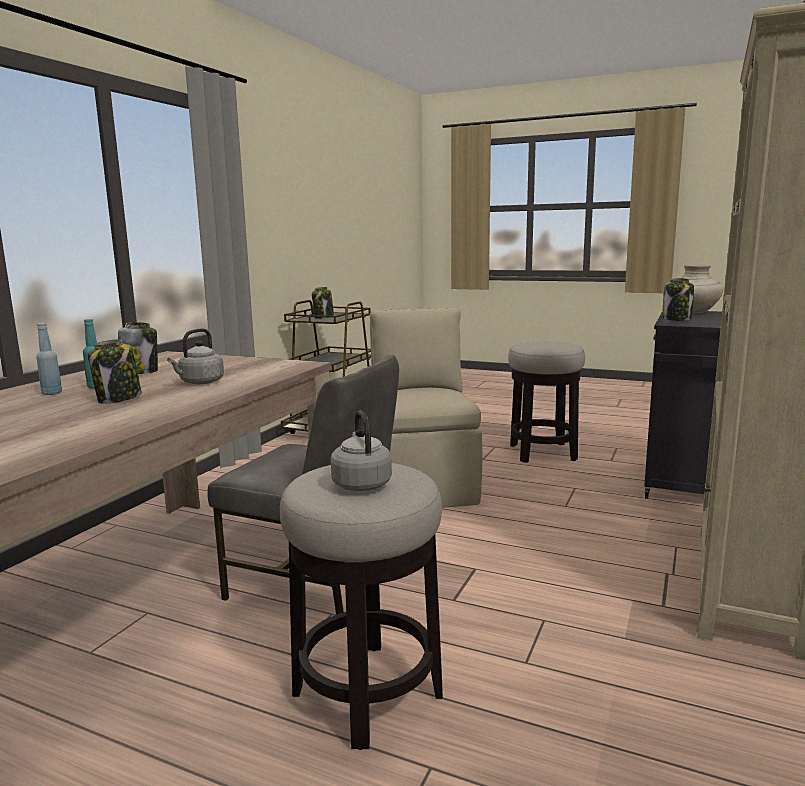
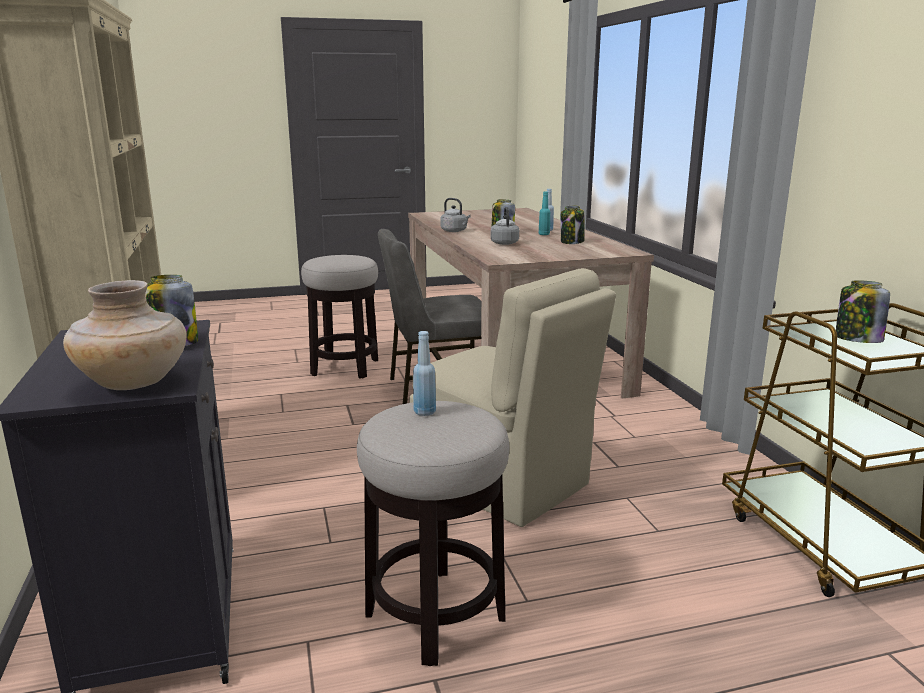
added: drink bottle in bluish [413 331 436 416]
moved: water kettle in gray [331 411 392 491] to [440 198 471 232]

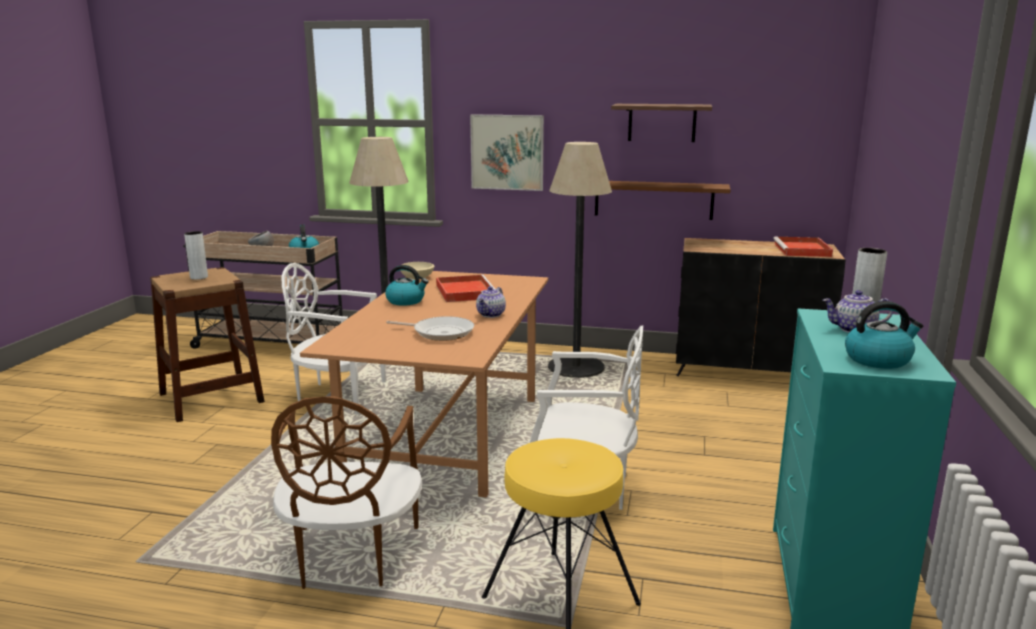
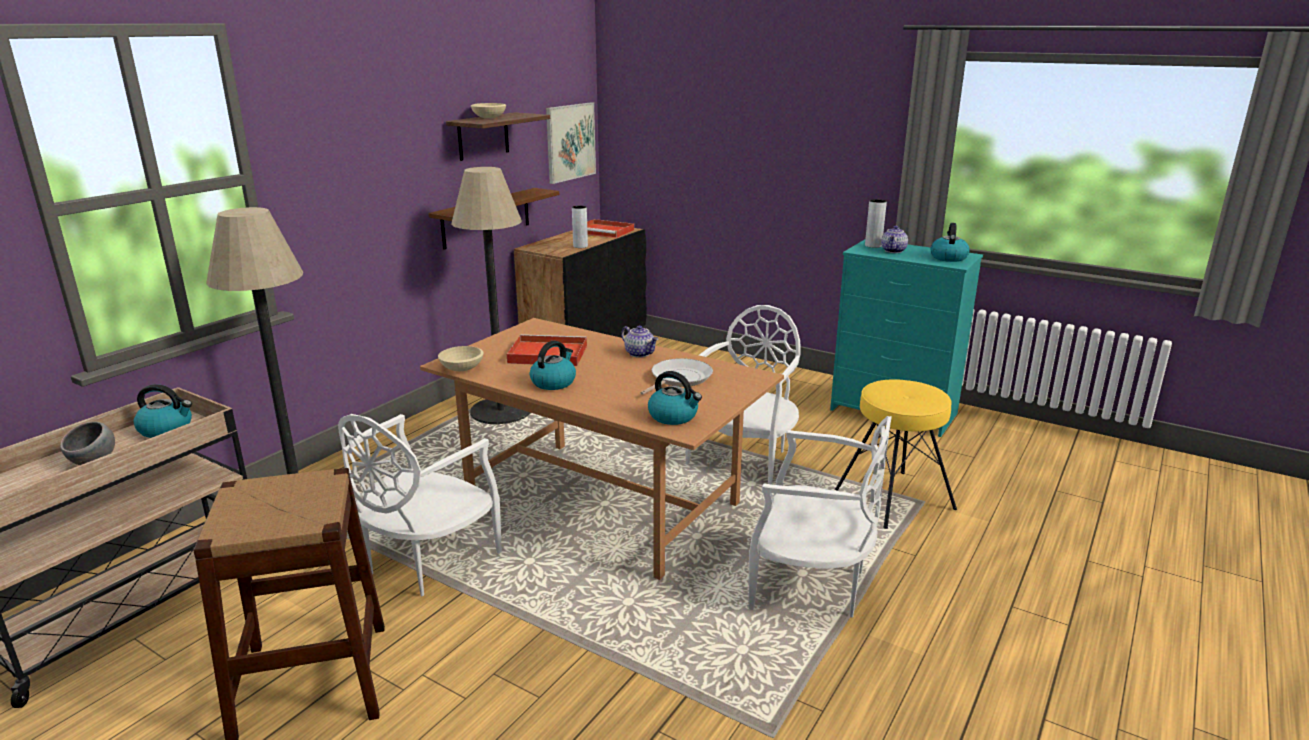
added: serving bowl in beige-coloured [471 103 506 119]; water kettle [648 371 702 425]
moved: decorative vase in gray [184 231 208 280] to [572 206 588 248]; picture [470 114 544 191] to [546 102 596 184]
recoloured: chair in brown-coloured [271 396 422 589] to chair in whitish [748 416 892 618]

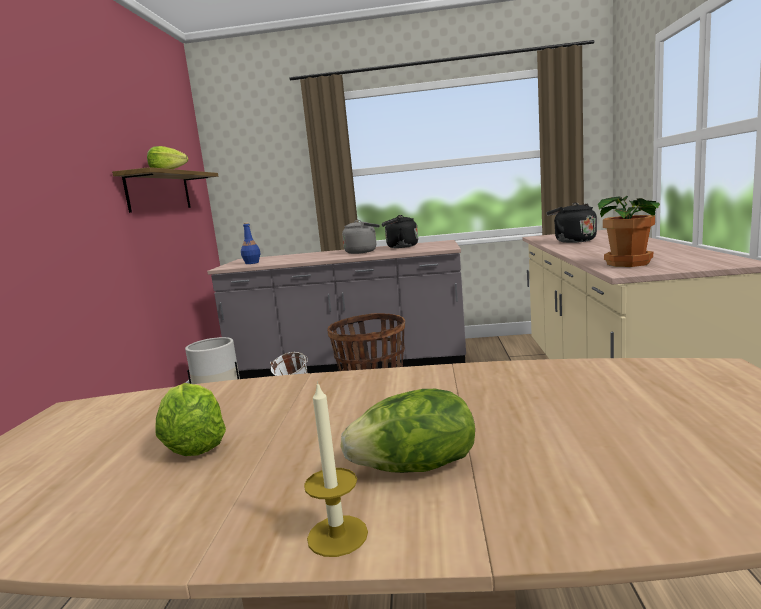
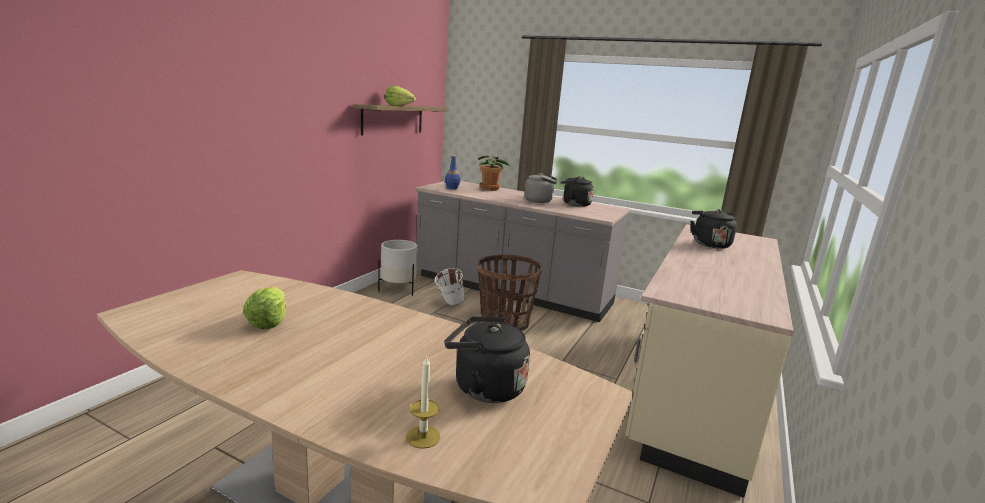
removed: lettuce [340 389 475 473]
added: water kettle in black [444 316 530 403]
moved: wax light [304 381 368 557] to [406 355 441 449]; plant in a pot [598 196 660 267] to [478 156 510 191]

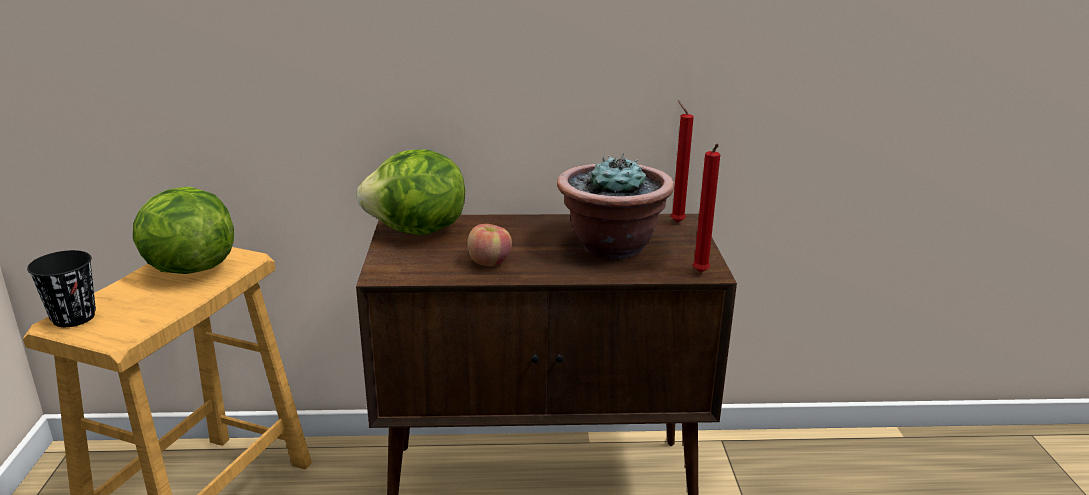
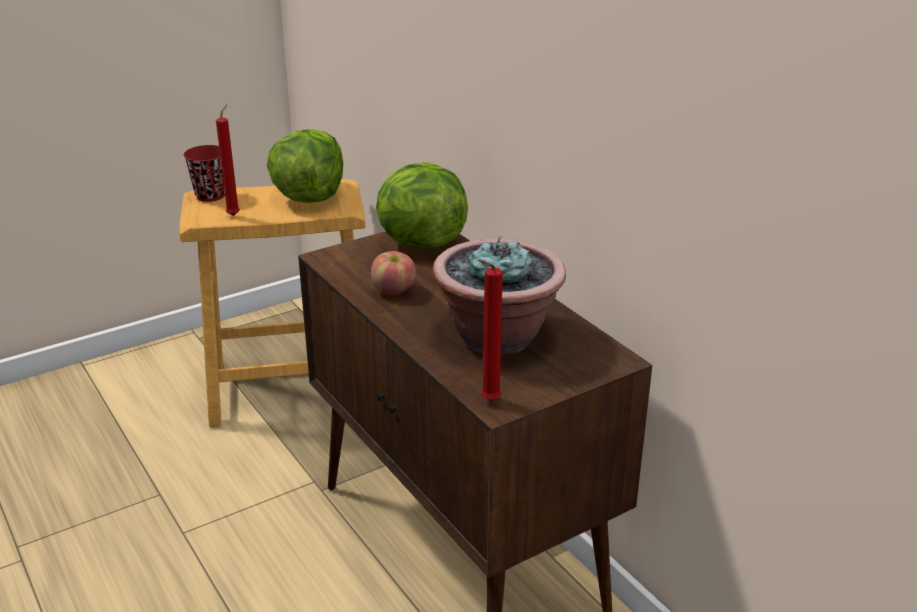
moved: wax light in red-coloured [671 100 694 223] to [216 104 240 216]
recoloured: drinking cup in black [27 250 96 327] to drinking cup in red-coloured [184 145 225 202]

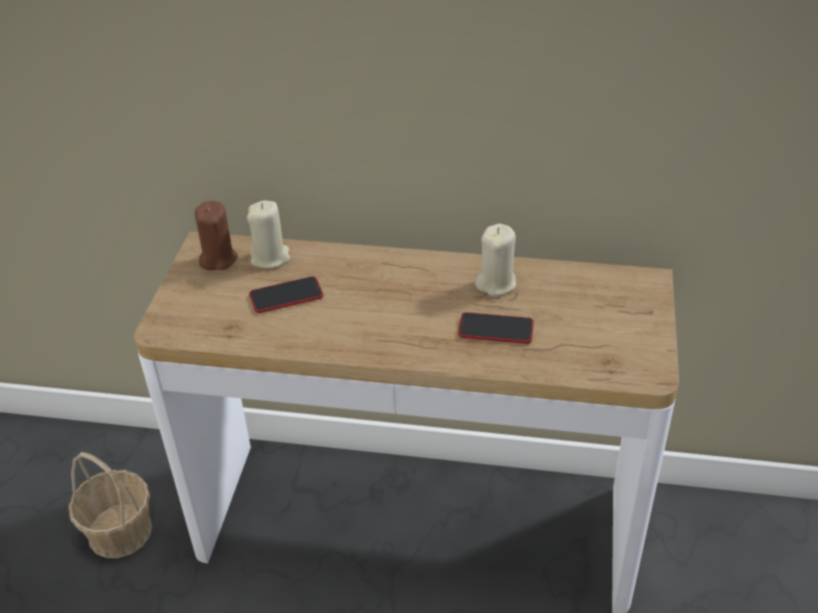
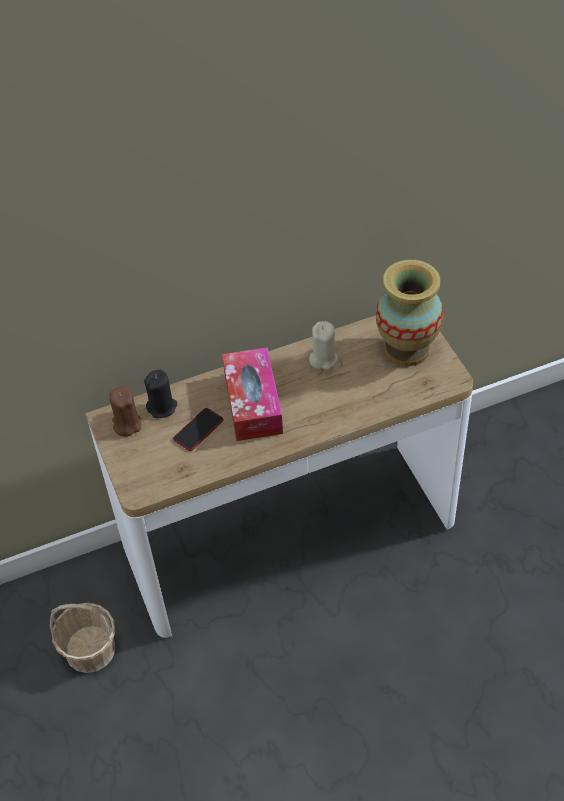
removed: phone [458 312 534 344]
added: tissue box [222 347 283 441]; decorative vase [376 260 443 366]
recoloured: wax light in beige-coloured [247 200 290 269] to wax light in black [144 369 177 418]

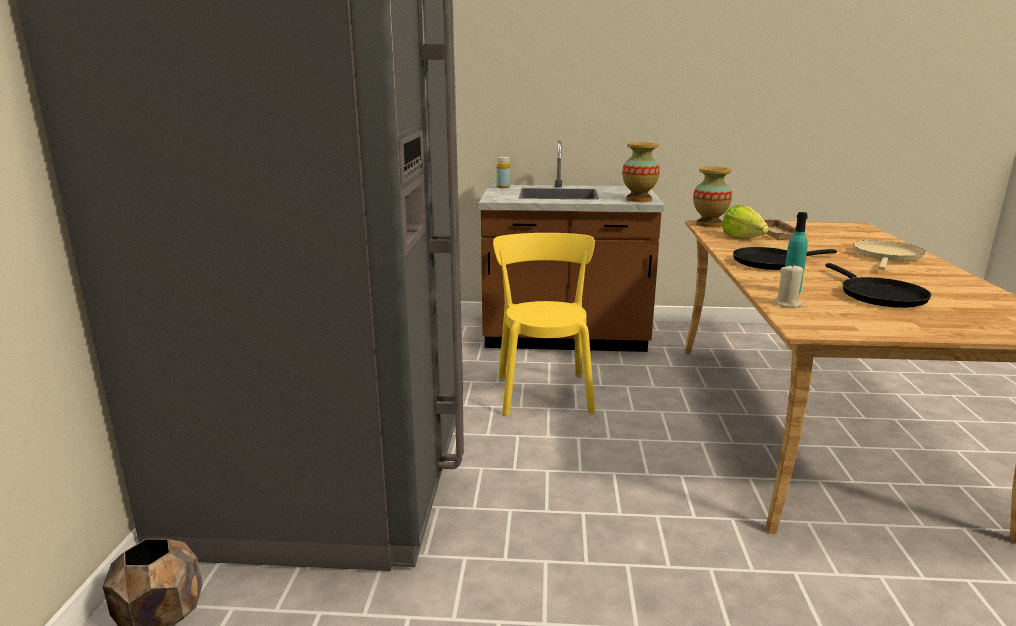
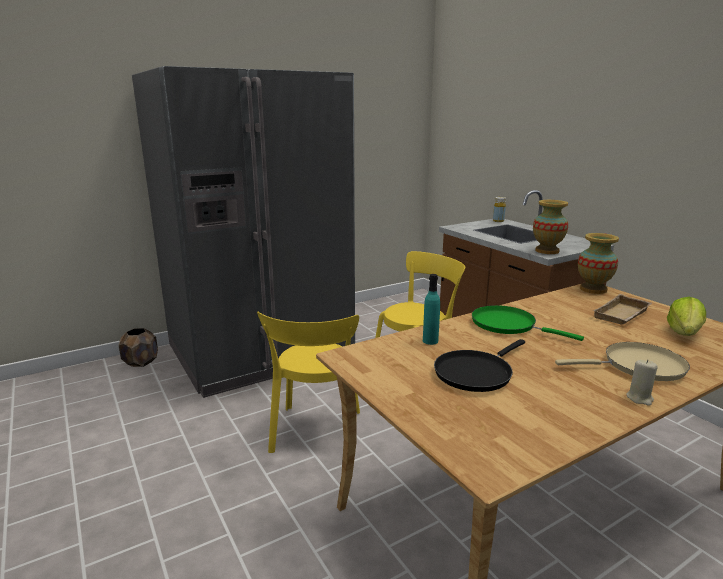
added: chair in yellow [257 311 360 453]
moved: lettuce [722 205 769 238] to [667 297 706 336]; wax light in beige-coloured [774 264 803 308] to [626 359 658 406]
recoloured: skillet in black [733 247 837 270] to skillet in green [472 305 584 341]

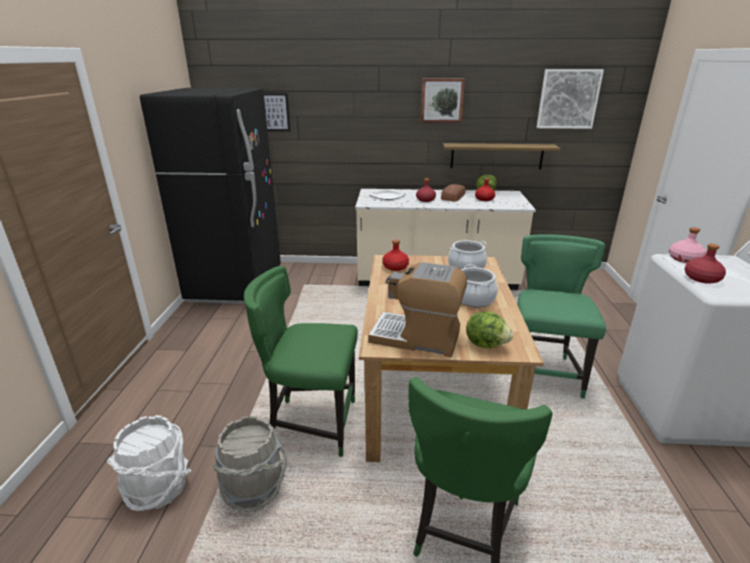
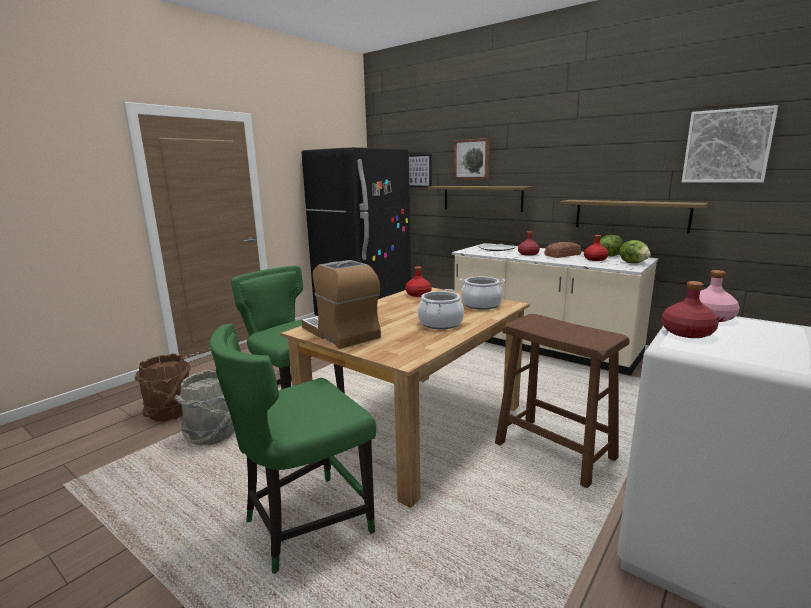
added: shelf [428 186 533 212]
moved: picture [421 78 465 123] to [454 138 490 180]; lettuce [466 311 513 349] to [620 240 651 263]
replaced: chair in green [517 234 606 399] to sitting stool in brown-coloured [495 314 630 488]
recoloured: water bucket in whitish [107 415 191 511] to water bucket in brown-coloured [135 353 191 422]

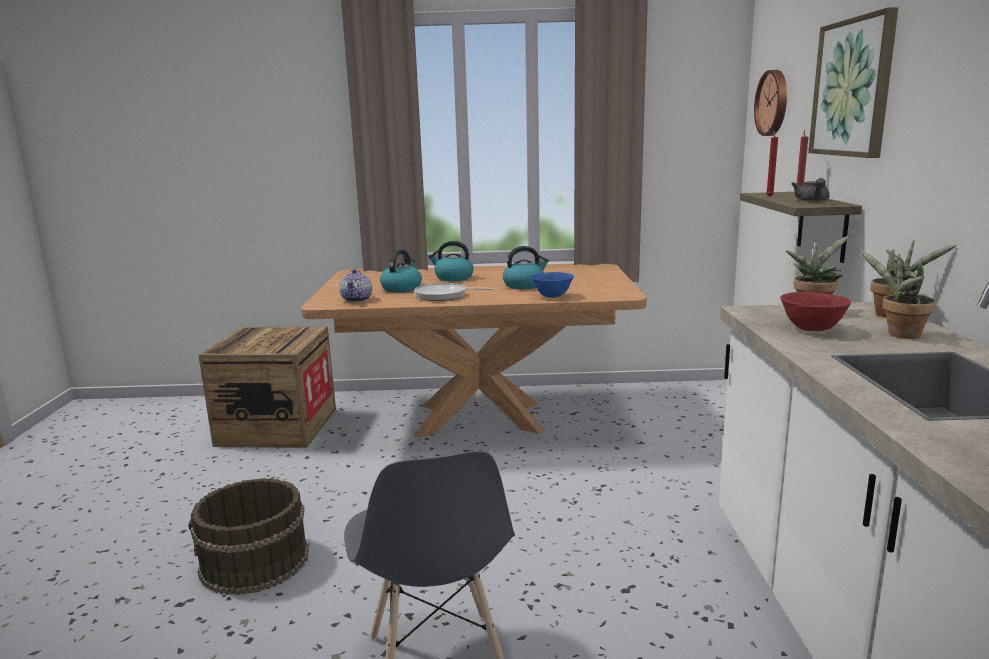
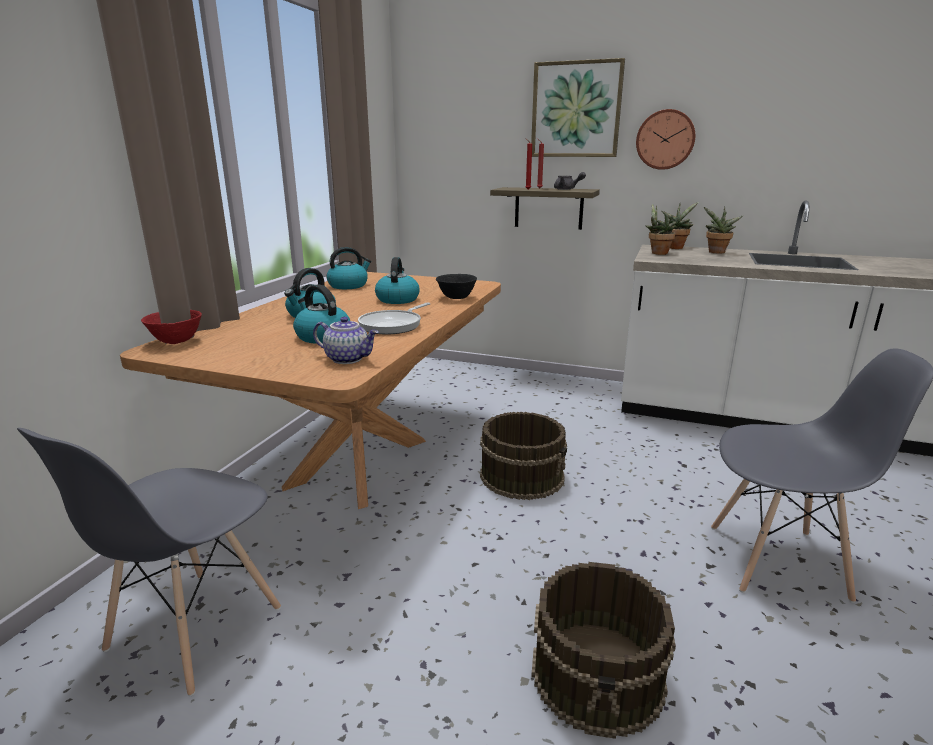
added: water kettle [327 247 371 289]; water bucket in brown-coloured [480 412 567 500]
moved: hanging clock [754 70 787 136] to [636 109 695 170]; serving bowl in red-coloured [780 292 851 331] to [141 310 202 344]
replaced: shipping crate [198 326 336 448] to chair in gray [17 428 281 696]
recoloured: serving bowl in bluish [531 272 574 298] to serving bowl in black [436 274 477 299]

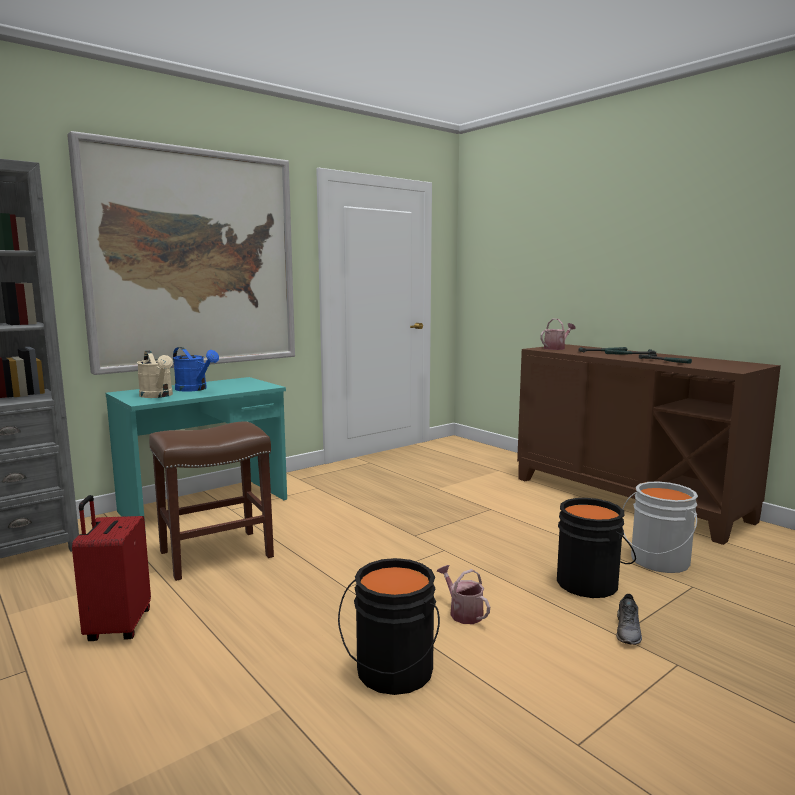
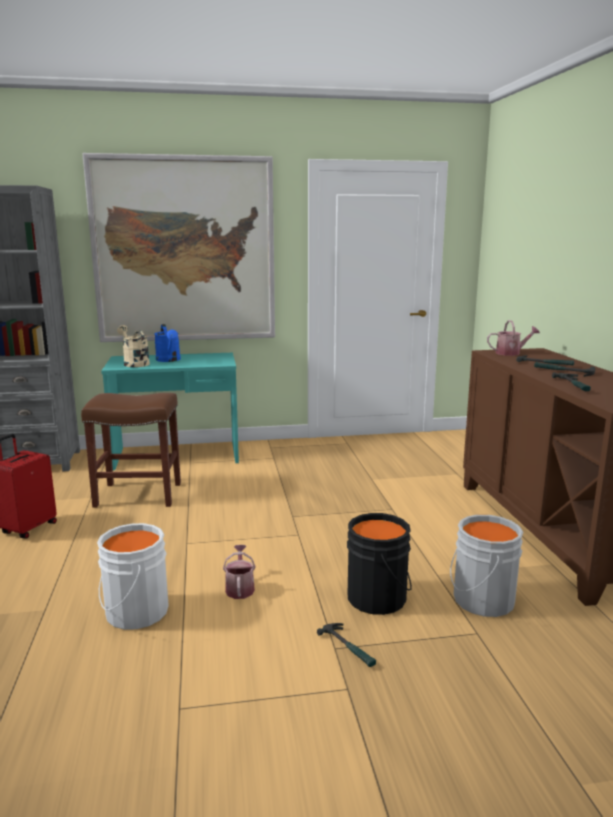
replaced: shoe in gray [616 594 642 645] to hammer [317 623 376 667]
recoloured: water bucket in black [338 558 440 695] to water bucket in whitish [97 523 169 630]
turned: watering pot in beige-coloured [137 351 173 398] = [117 325 150 367] 150 degrees clockwise

